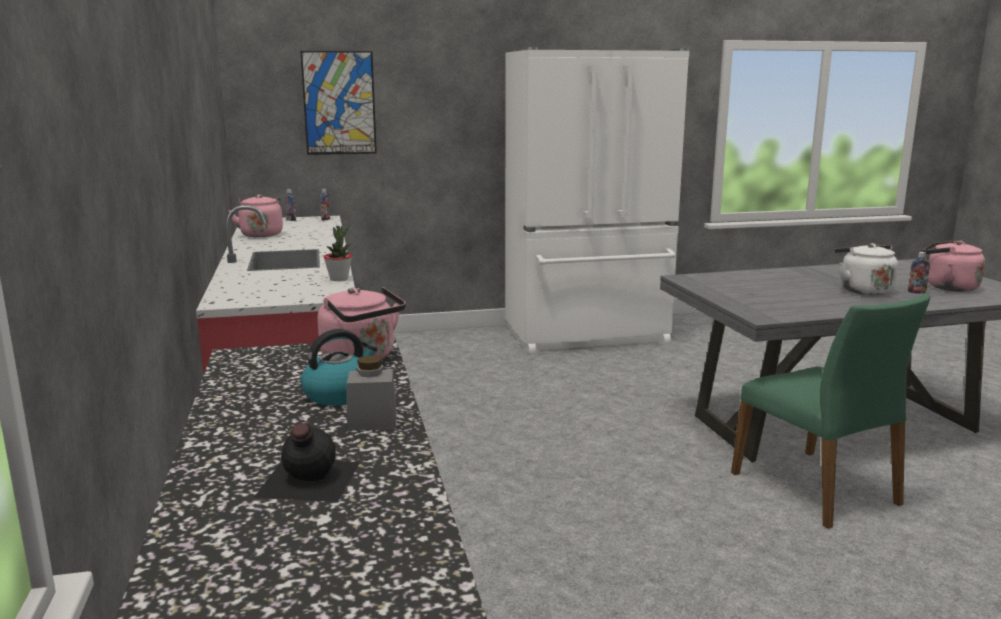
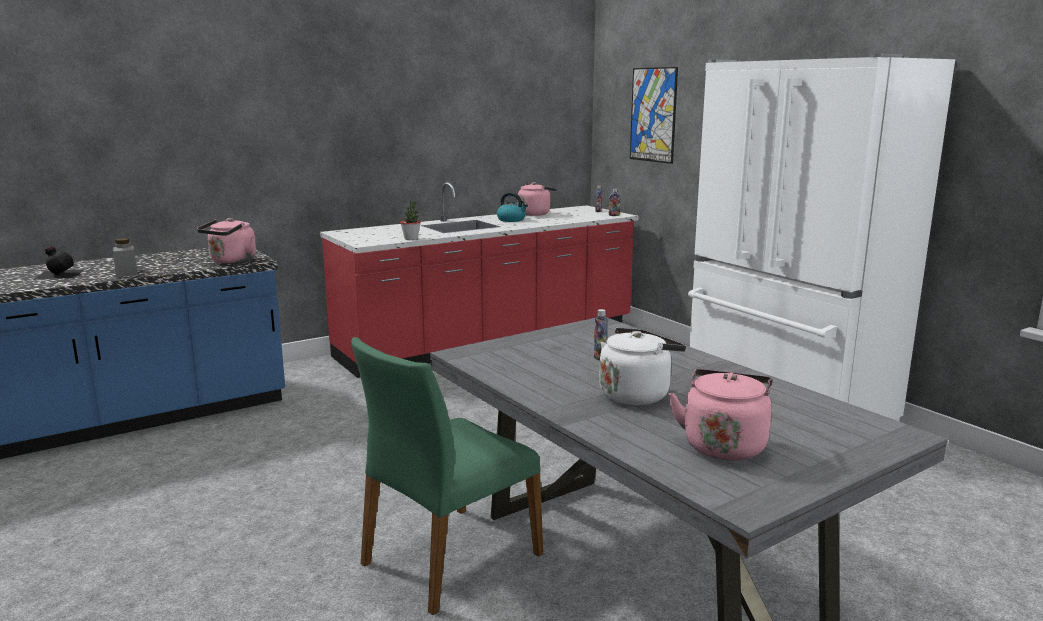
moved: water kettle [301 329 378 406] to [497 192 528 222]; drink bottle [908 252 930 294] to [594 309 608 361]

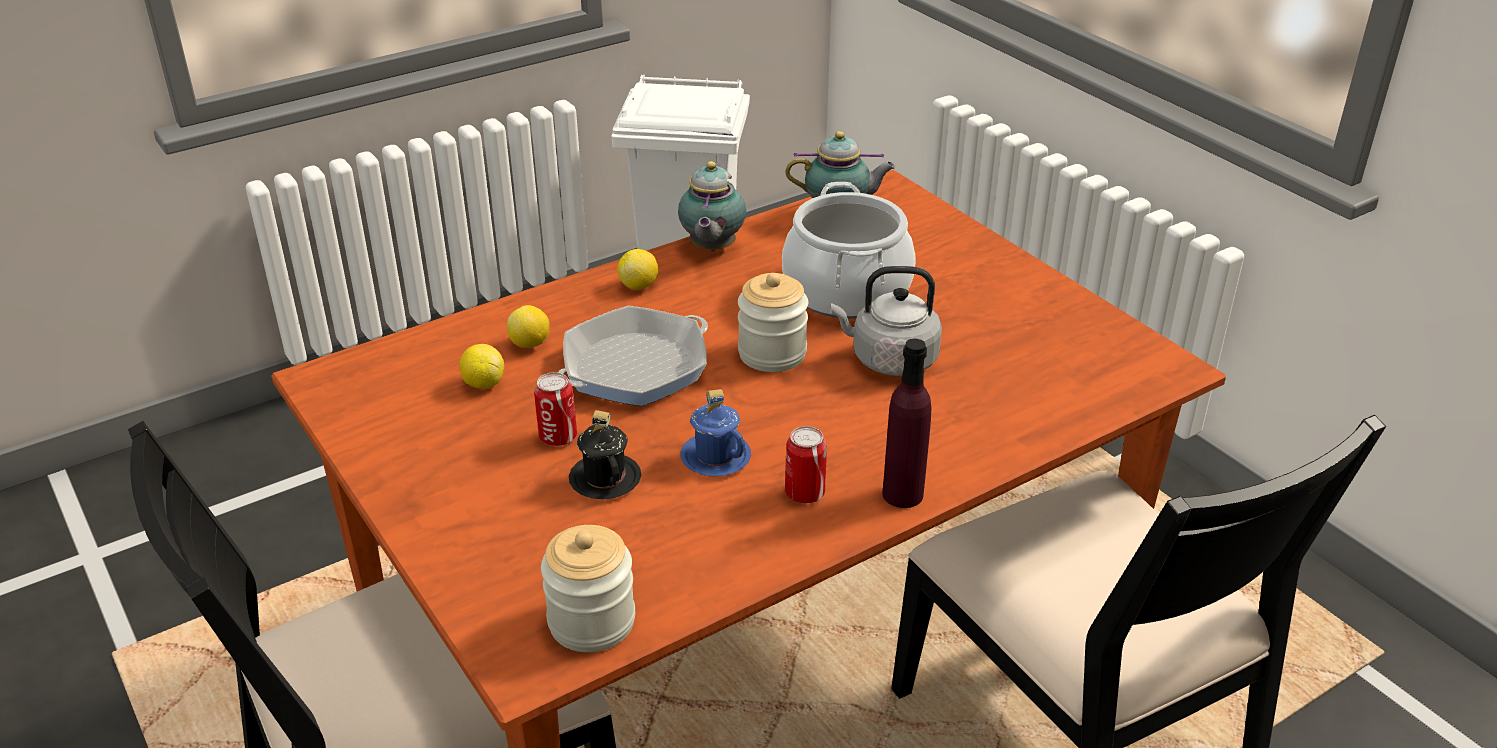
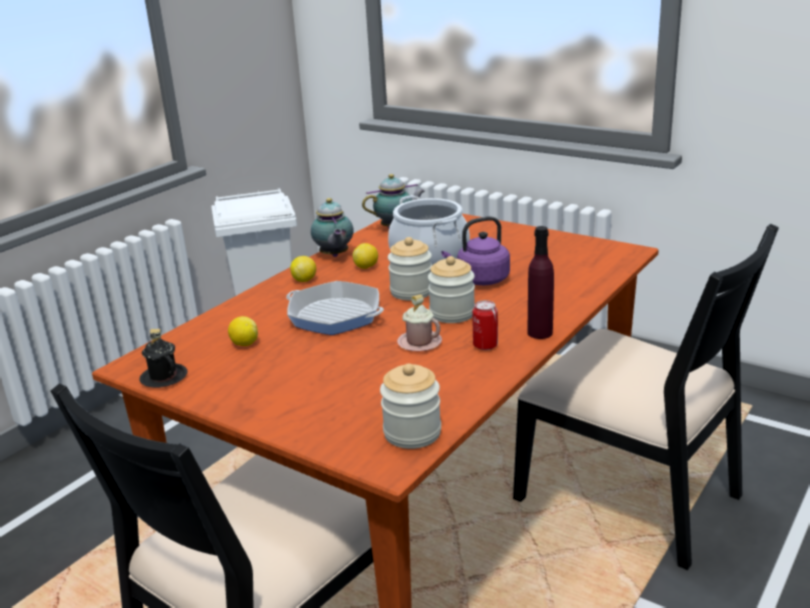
removed: metal can [534 372 577 446]
added: jar [428 256 475 323]
moved: lemon [507 305 550 348] to [353 243 378 269]; tea mug in black [569 410 641 499] to [139 329 187 388]
recoloured: tea mug in bluish [680 389 751 477] to tea mug in pink-coloured [397 294 442 352]; water kettle in gray [830 266 942 376] to water kettle in purple-coloured [442 216 510 285]
turned: skillet [558 306 708 406] = [286 281 384 335] 90 degrees clockwise

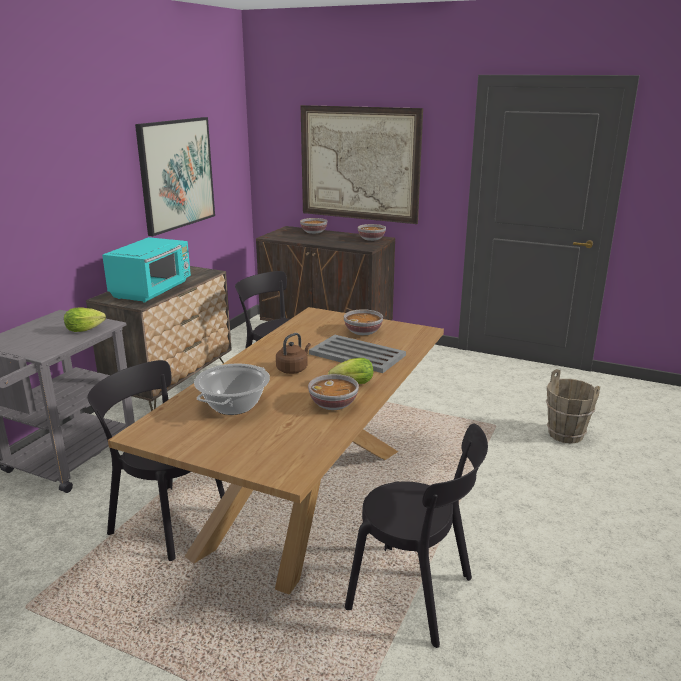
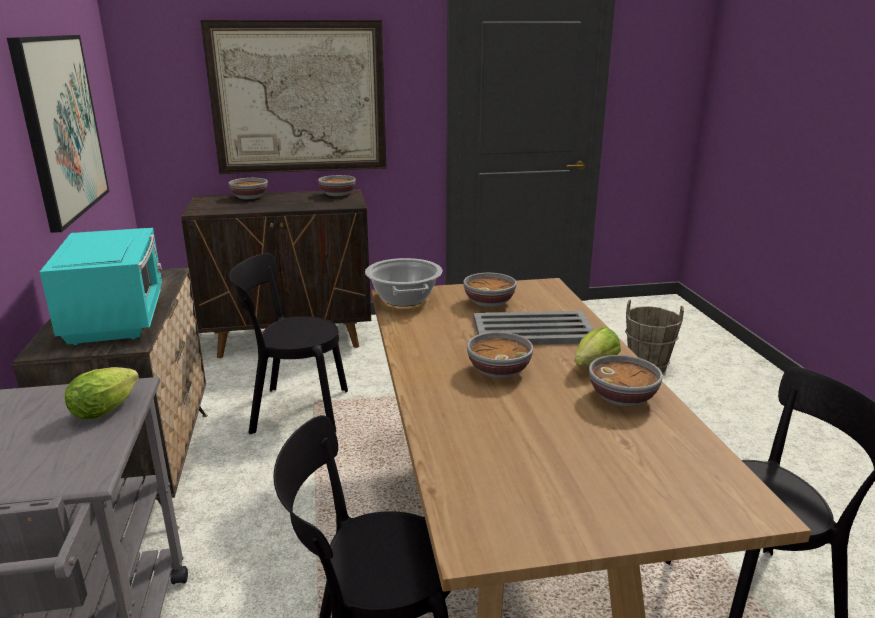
moved: cooking pot [194 363 270 415] to [365 258 442 307]
replaced: water kettle in brown-coloured [276 333 311 374] to serving bowl [467 332 533 378]

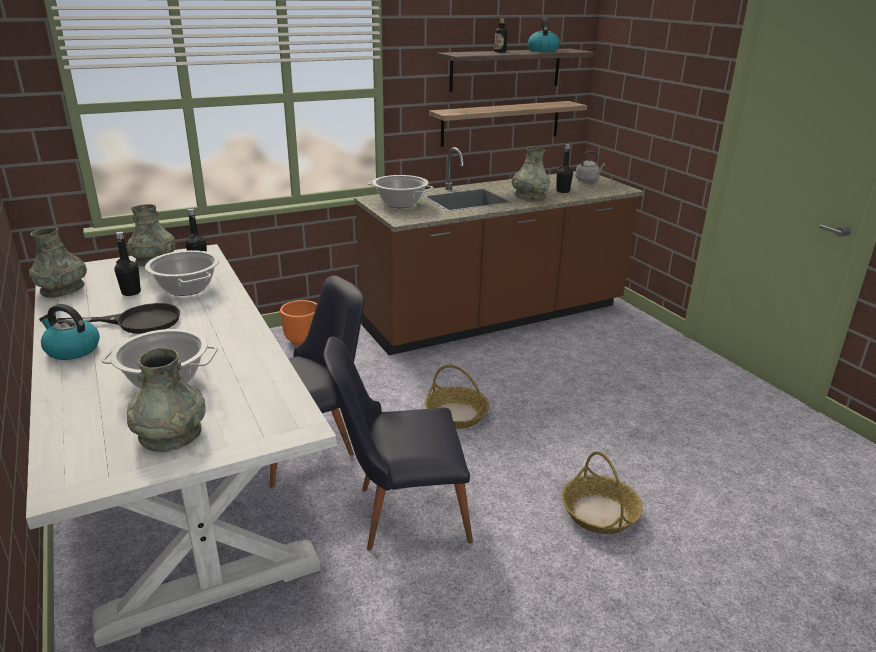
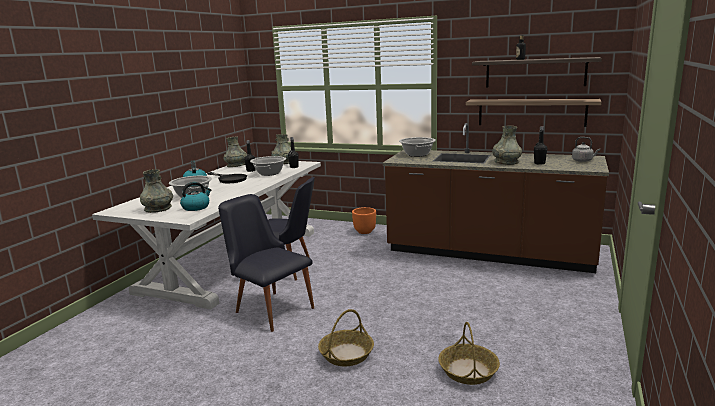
moved: basket [424 365 490 429] to [438 322 500 385]; water kettle [528 18 560 52] to [180 182 211 211]

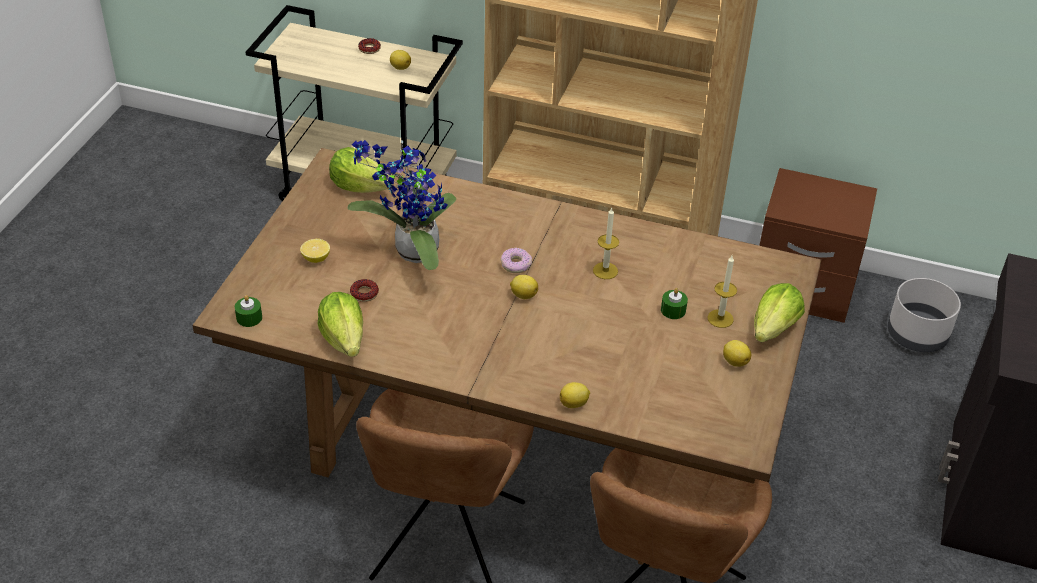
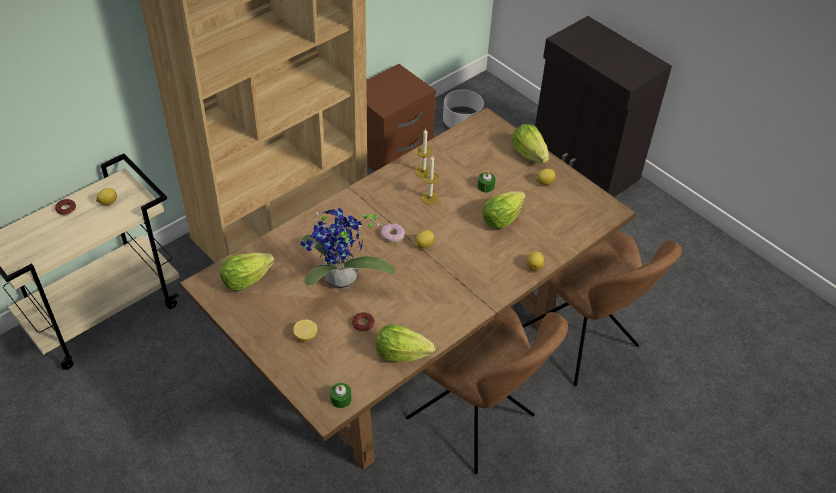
added: lettuce [482 191 526 229]
moved: wax light [708 256 737 328] to [415 129 432 178]

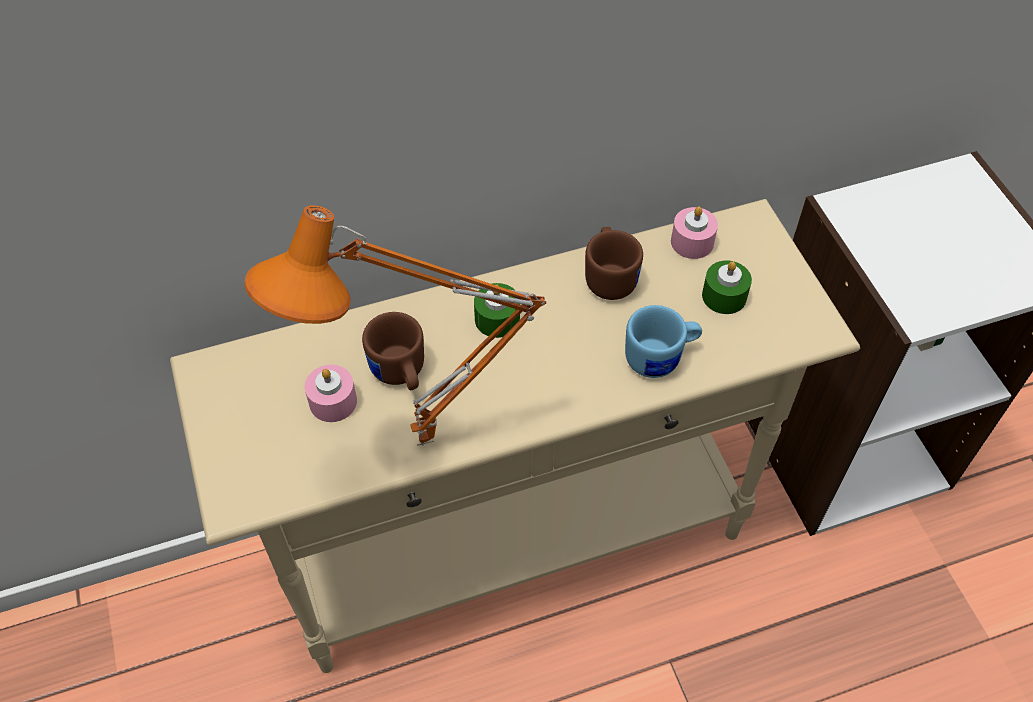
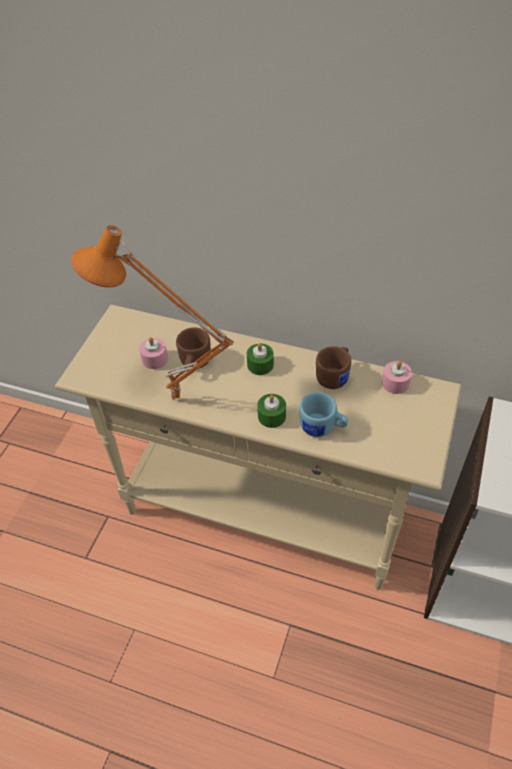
moved: wax light in green [702 261 752 314] to [257 394 286 428]

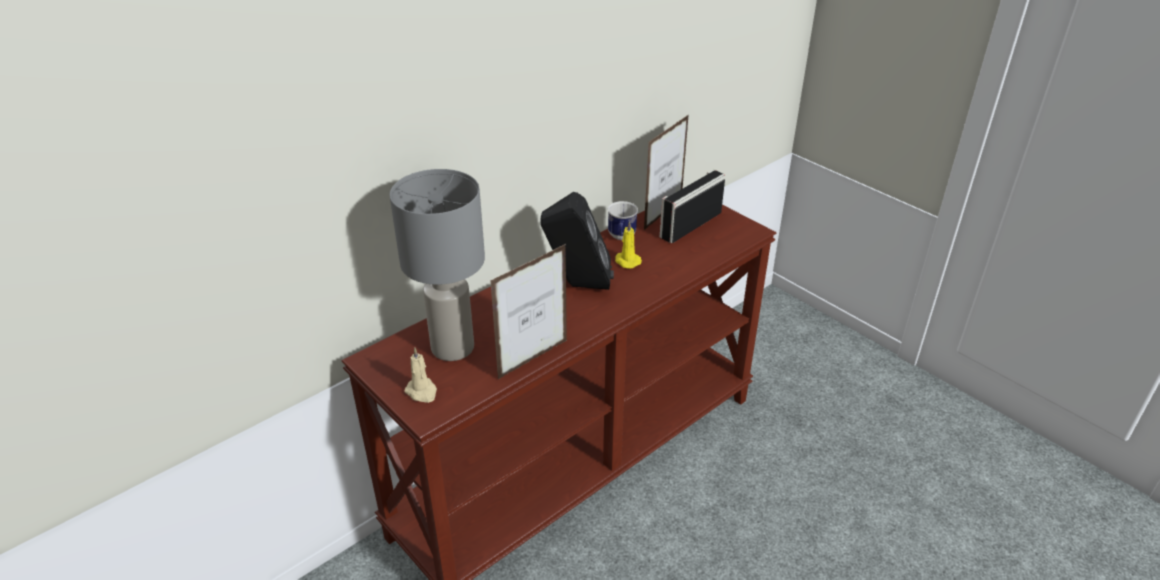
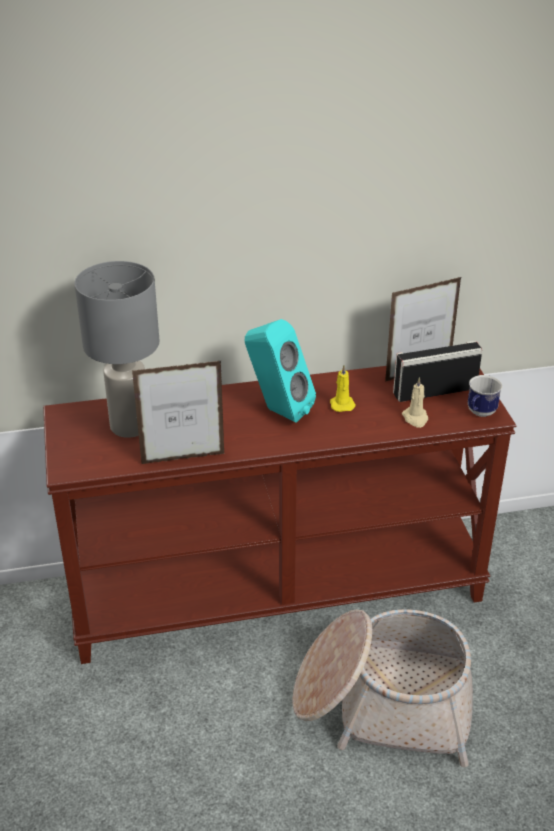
added: basket [293 609 473 767]
moved: wax light in beige-coloured [404 347 437 403] to [402 377 428 428]; tea mug [608 201 638 240] to [468 375 502 417]
recoloured: speaker in black [540 192 614 290] to speaker in turquoise-coloured [245 319 316 423]

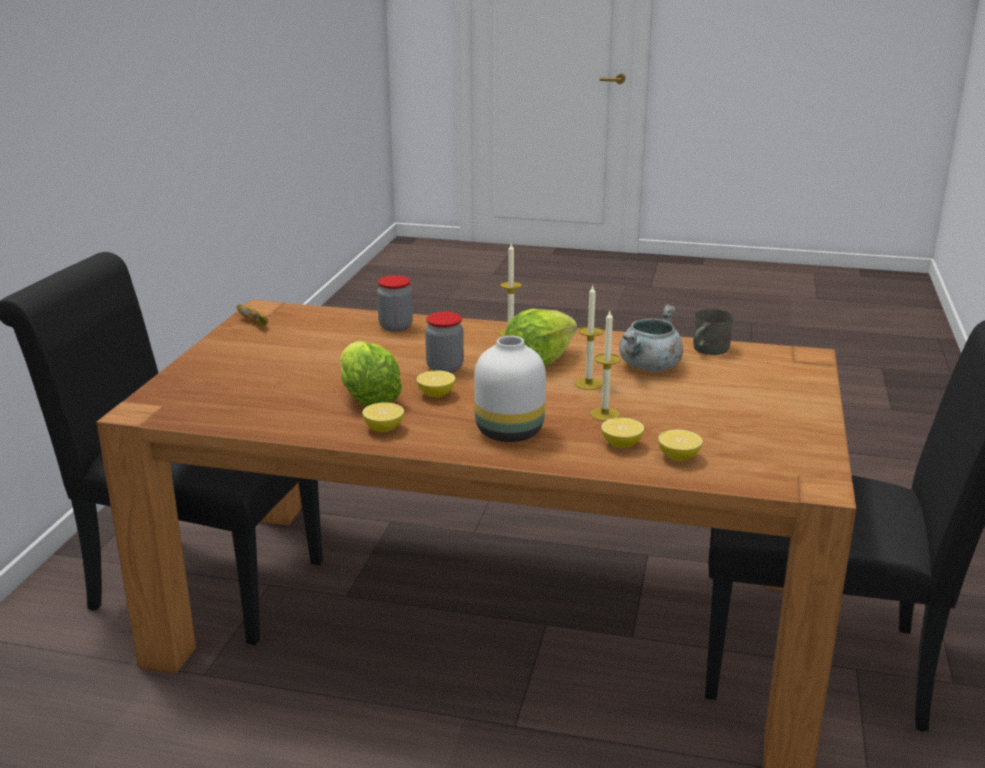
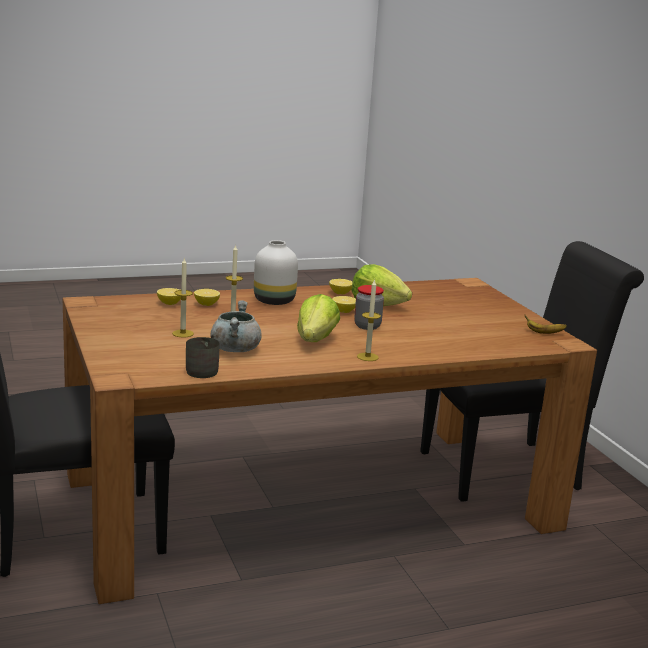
removed: jar [377 275 413 332]
moved: wax light [575 286 603 390] to [172 257 194 338]

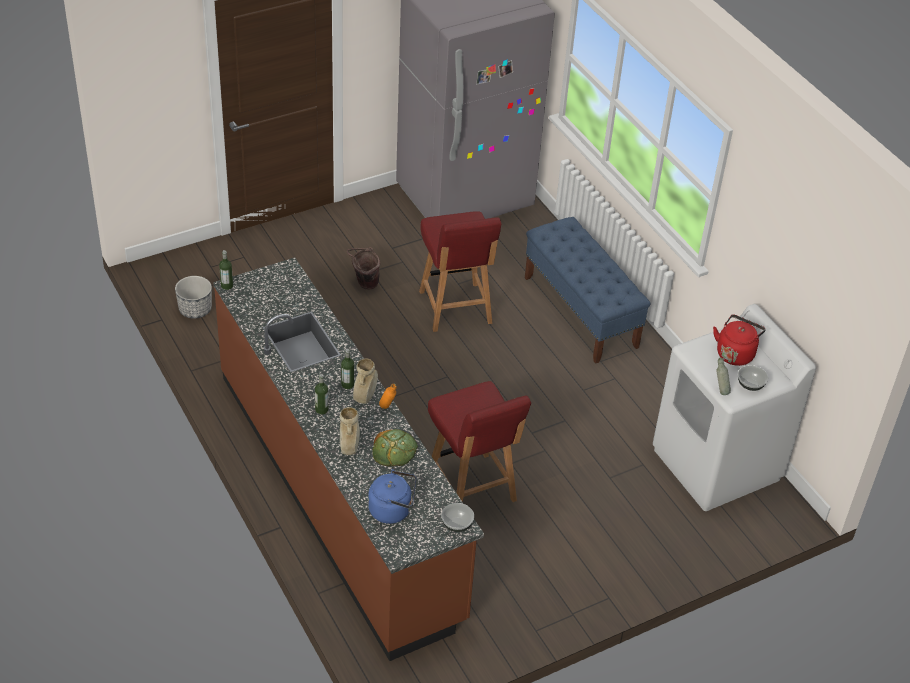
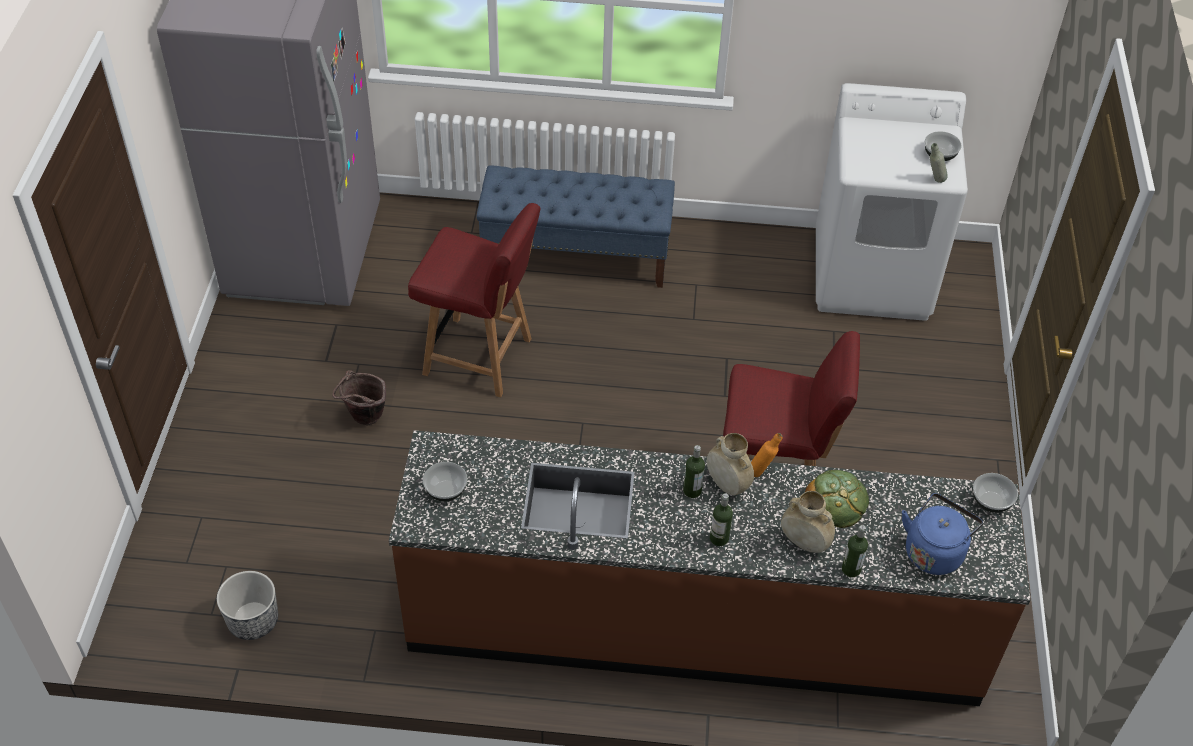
removed: water kettle in red-coloured [713 314 766 366]
added: serving bowl [423 462 467 502]
moved: drink bottle [219 250 233 290] to [842 525 868 577]

